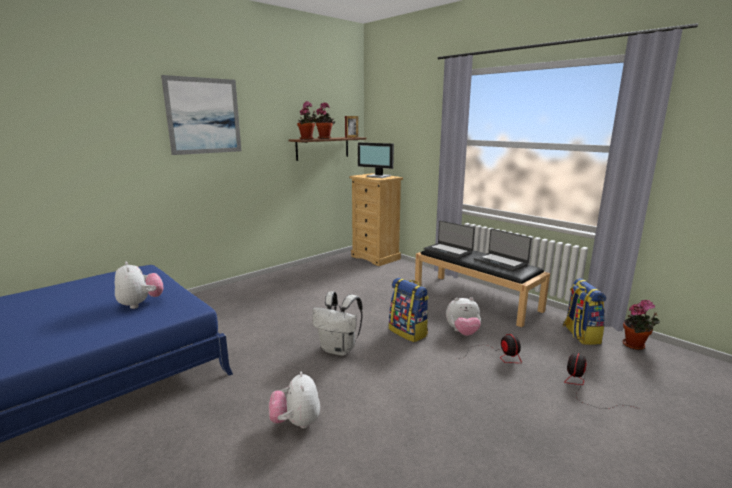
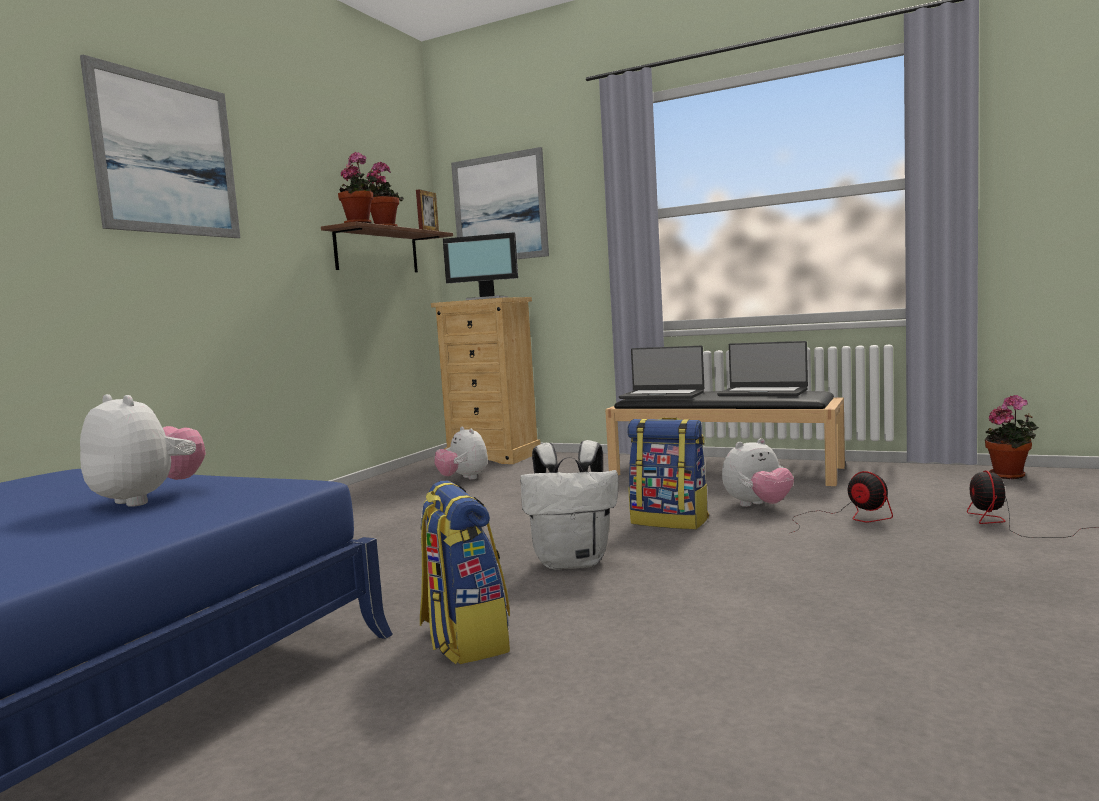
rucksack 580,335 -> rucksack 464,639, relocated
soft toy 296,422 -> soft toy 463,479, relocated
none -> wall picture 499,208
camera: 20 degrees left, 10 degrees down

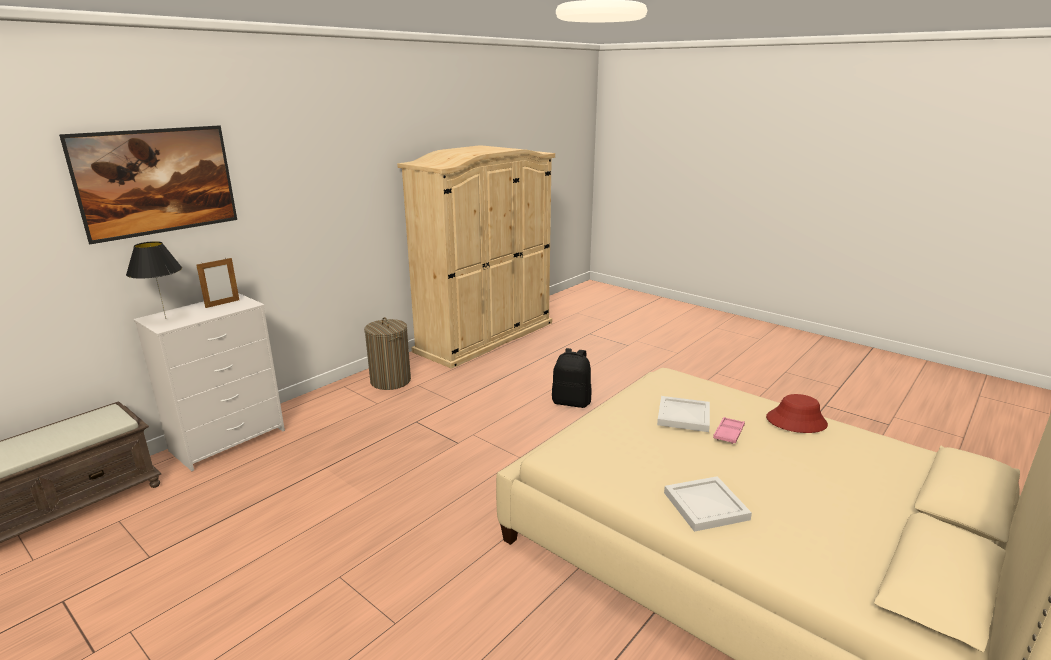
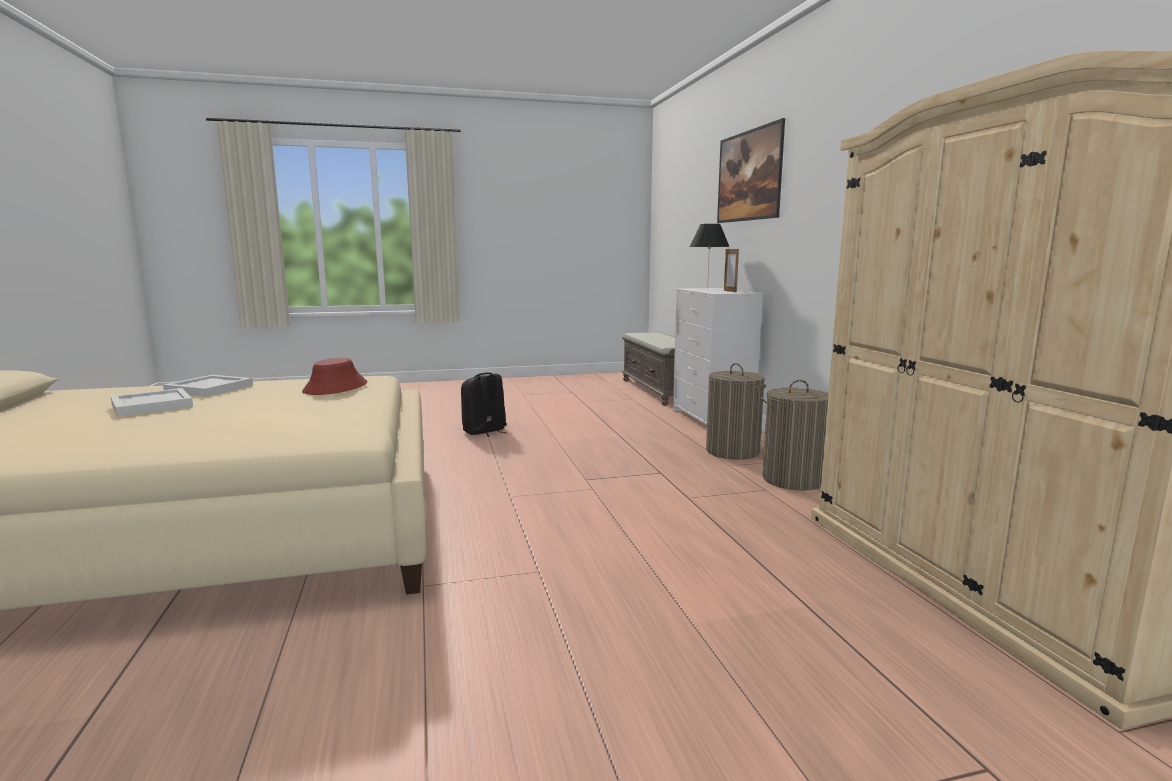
white carrying tray 684,416 -> white carrying tray 151,406, relocated
reddish hat 796,421 -> reddish hat 336,388, relocated
black-coloured rucksack 571,402 -> black-coloured rucksack 484,431, relocated
none -> laundry basket 732,451
pinkish carrying tray 728,433 -> none
camera: 125 degrees right, 10 degrees down

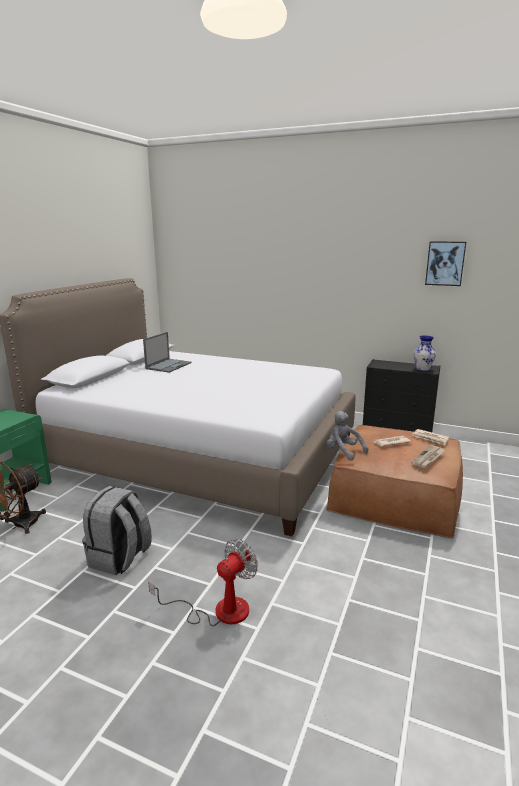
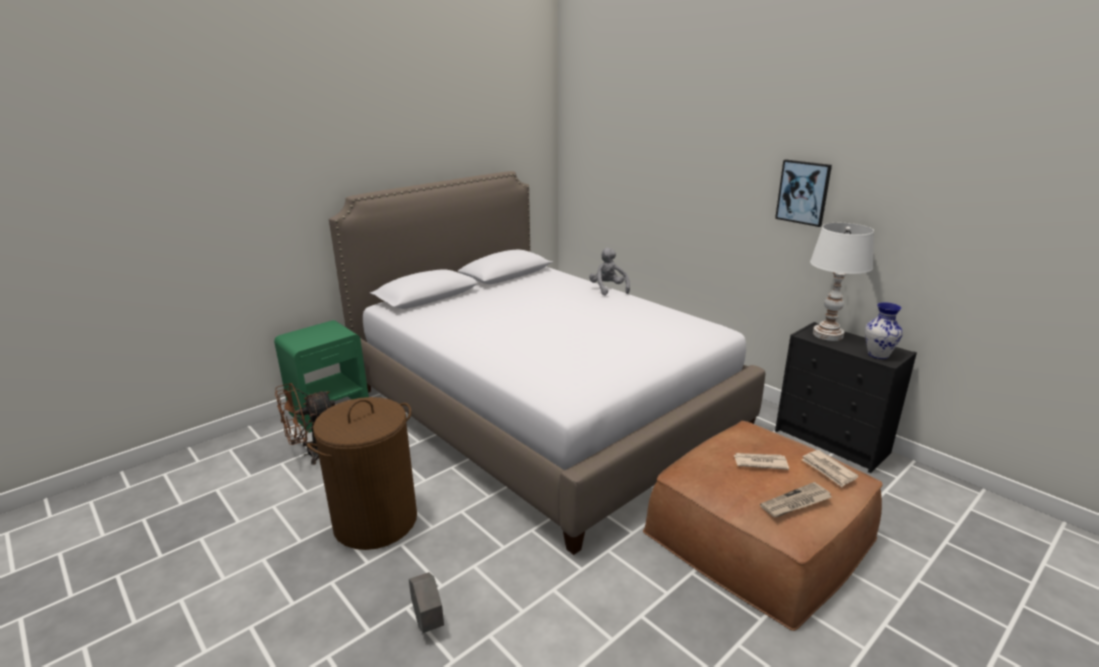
greyish rucksack 120,558 -> brown-coloured laundry basket 375,522
electric fan 219,610 -> greyish plant pot 428,622
greyish soft toy 343,451 -> greyish soft toy 608,289, relocated
wall picture 445,263 -> wall picture 803,192, relocated
none -> white tabletop lamp 827,335
notebook computer 169,365 -> none
camera: 25 degrees right, 5 degrees up

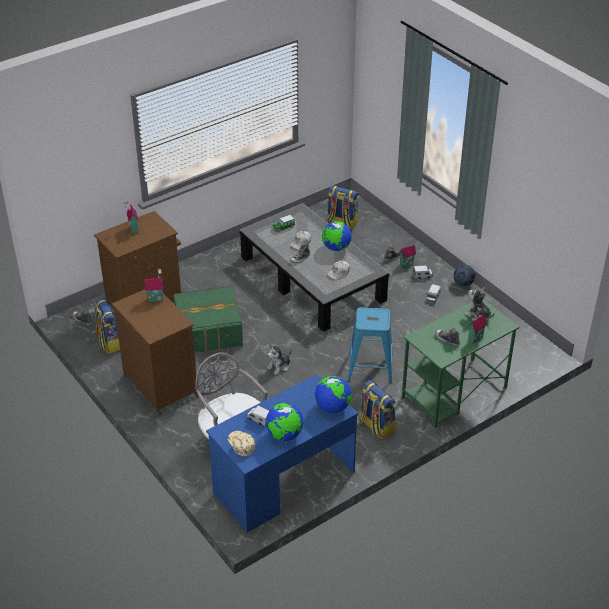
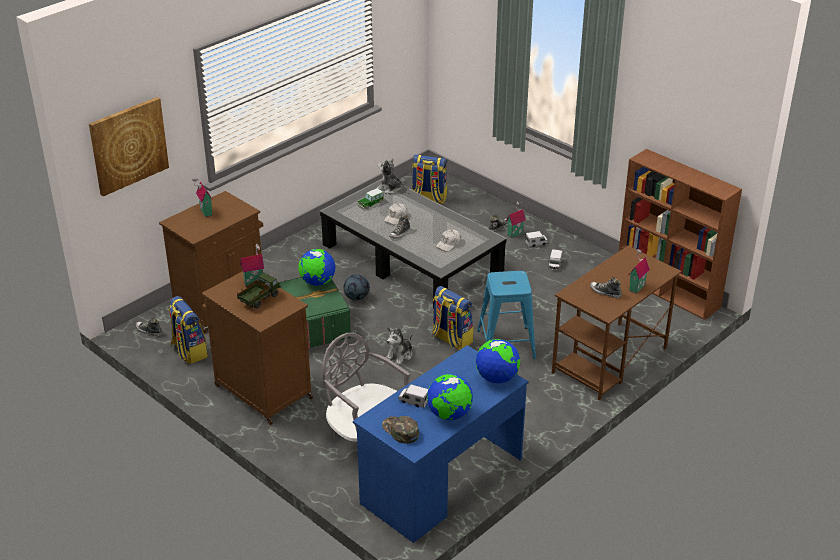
none -> wall picture 128,145
none -> toy lorry 259,299
globe 336,248 -> globe 317,282, relocated
ball for football 463,283 -> ball for football 357,297, relocated
soft toy 478,316 -> soft toy 390,188, relocated
beige-coloured cap 241,444 -> greenish cap 400,431
rucksack 376,426 -> rucksack 451,339, relocated
greenish desk 453,393 -> brown-coloured desk 609,361
none -> brown-coloured shelving unit 668,291
camera: 10 degrees left, 5 degrees down

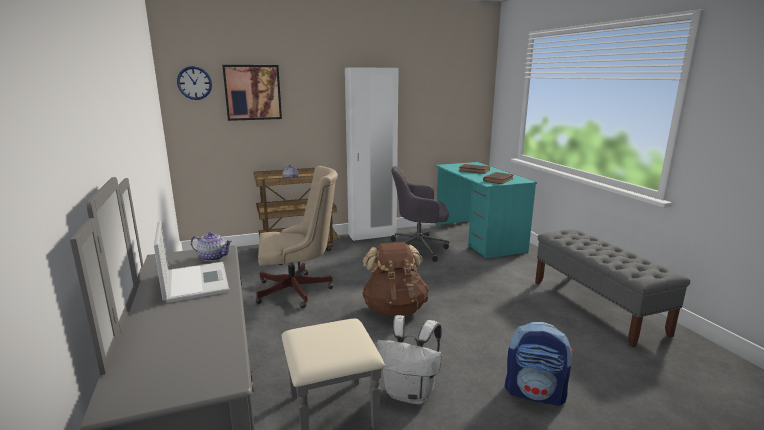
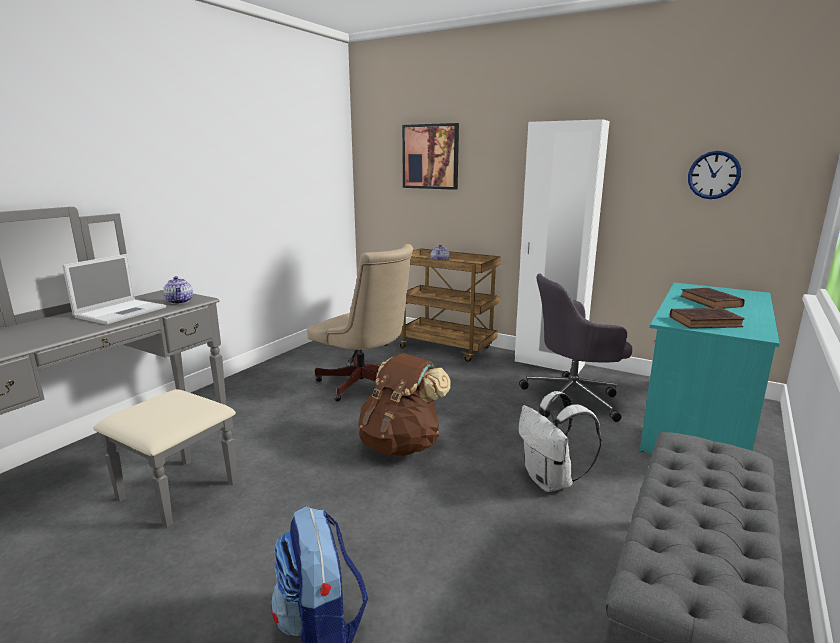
greyish computer chair 419,248 -> greyish computer chair 573,399, 60 degrees counterclockwise
white rucksack 410,393 -> white rucksack 551,481, relocated
hanging clock 194,83 -> hanging clock 714,175, relocated
camera: 50 degrees right, 0 degrees up

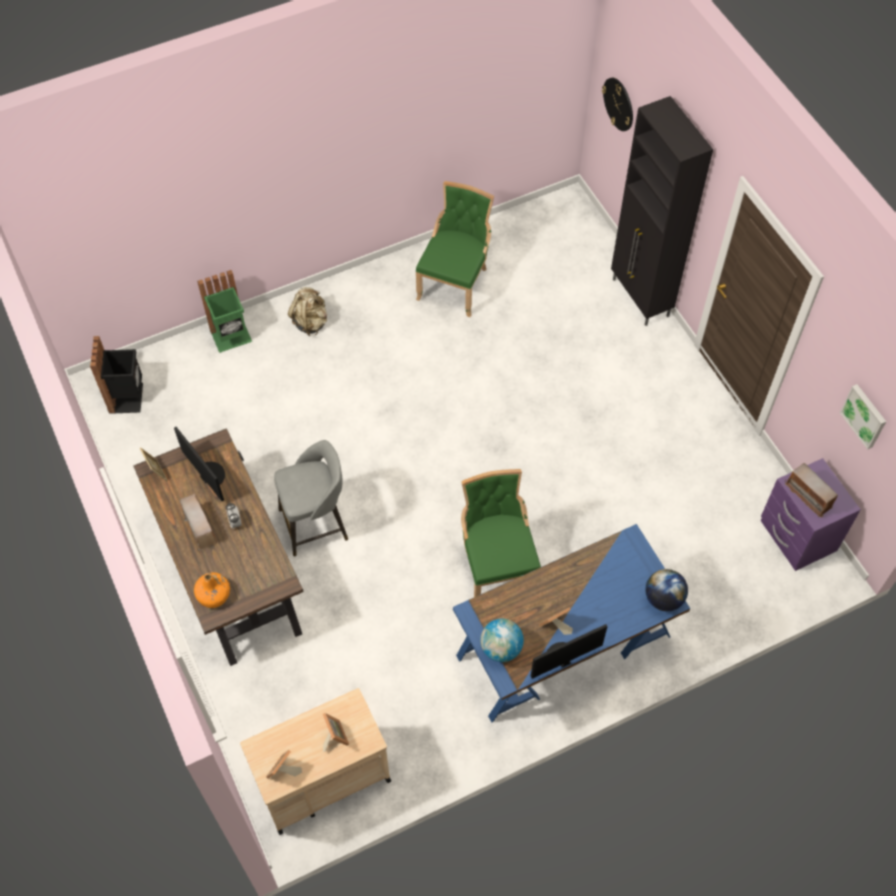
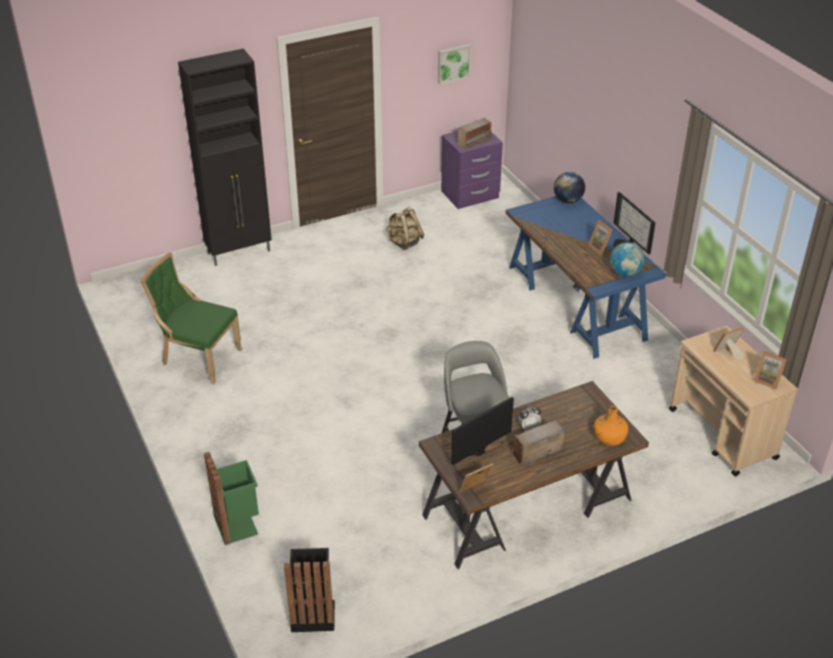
beige-coloured rucksack 310,322 -> beige-coloured rucksack 404,243, relocated
greenish chair 497,565 -> none
hanging clock 619,104 -> none
camera: 90 degrees left, 20 degrees down

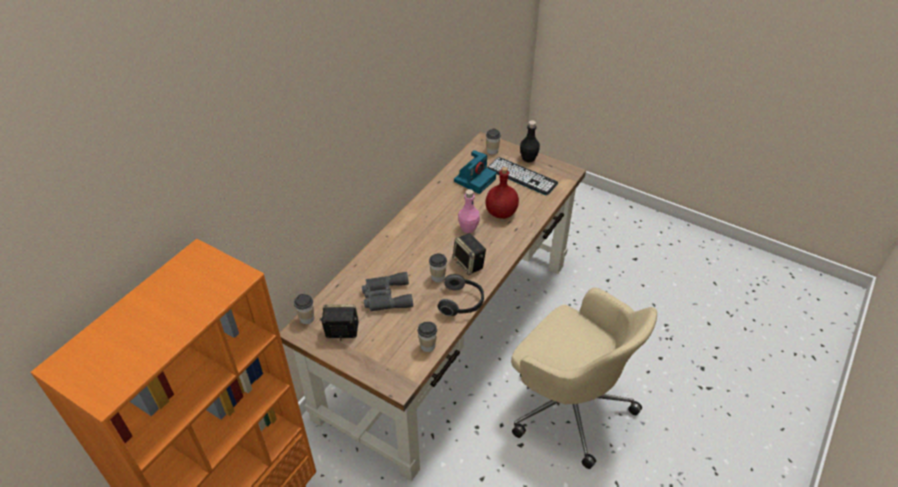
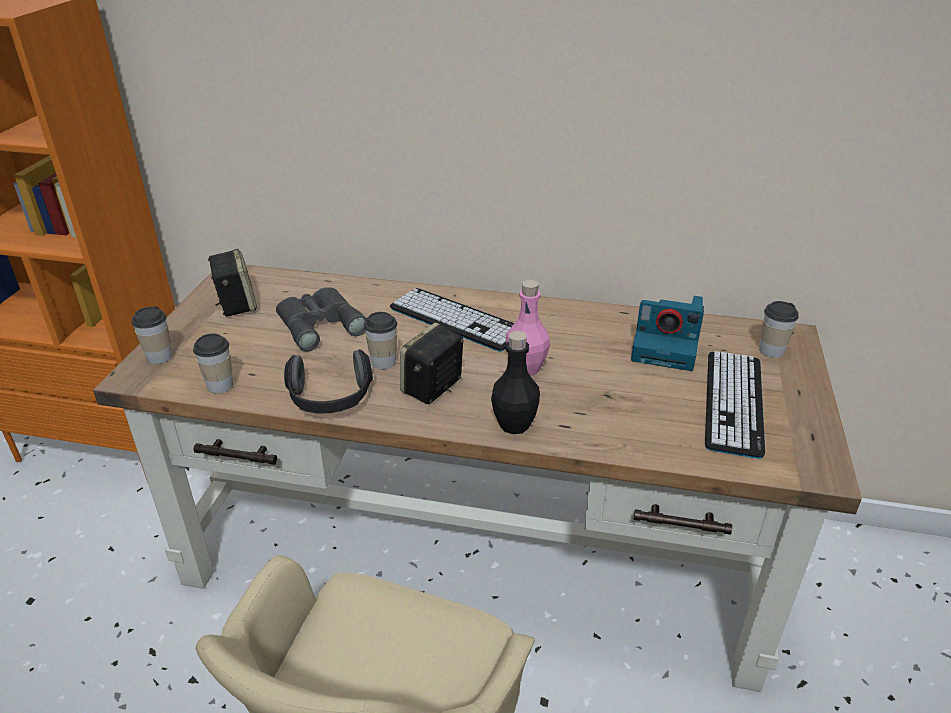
cup 307,318 -> cup 159,357, relocated
none -> computer keyboard 456,320
black-coloured beverage bottle 528,158 -> black-coloured beverage bottle 514,424, relocated
reddish beverage bottle 501,213 -> none
camera: 70 degrees right, 10 degrees down

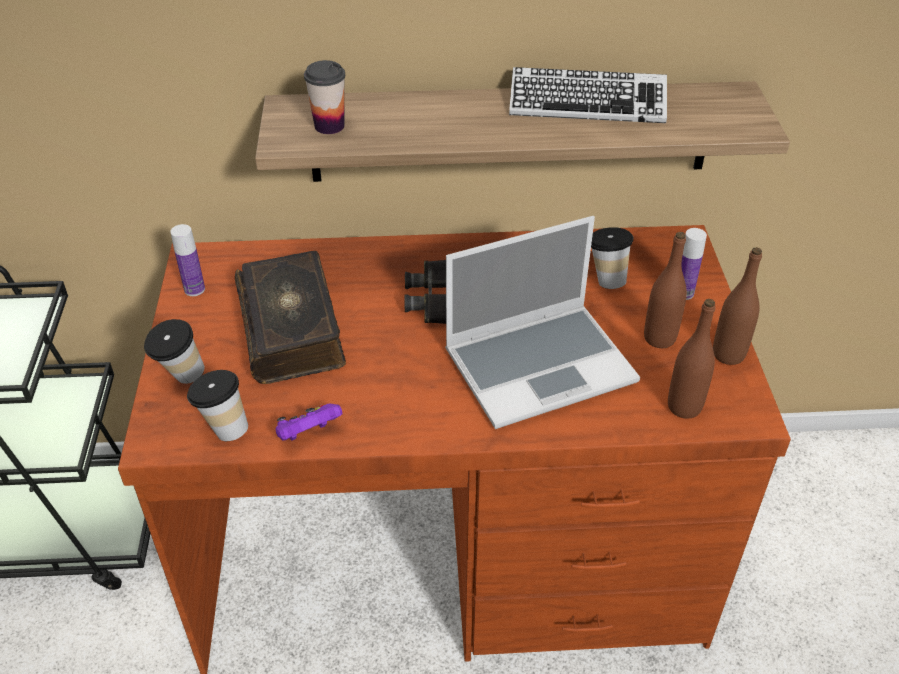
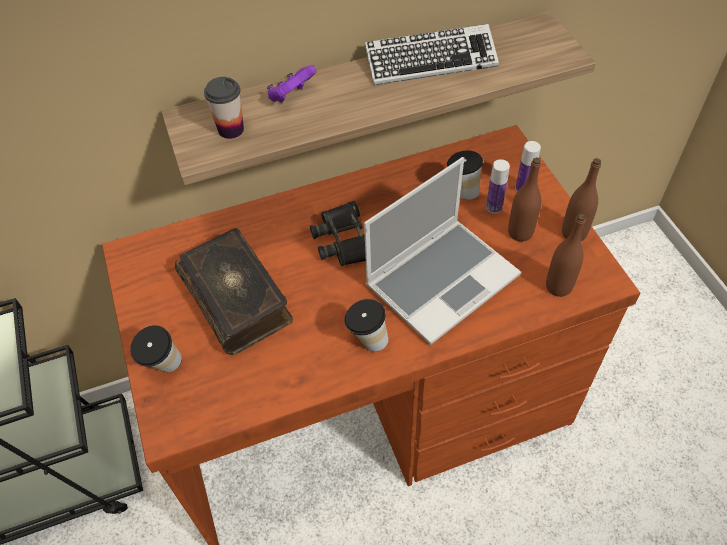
purple gamepad 308,434 -> purple gamepad 291,96, relocated
cup 223,428 -> cup 367,341, relocated
beverage bottle 194,289 -> beverage bottle 494,207, relocated
camera: 15 degrees left, 10 degrees up

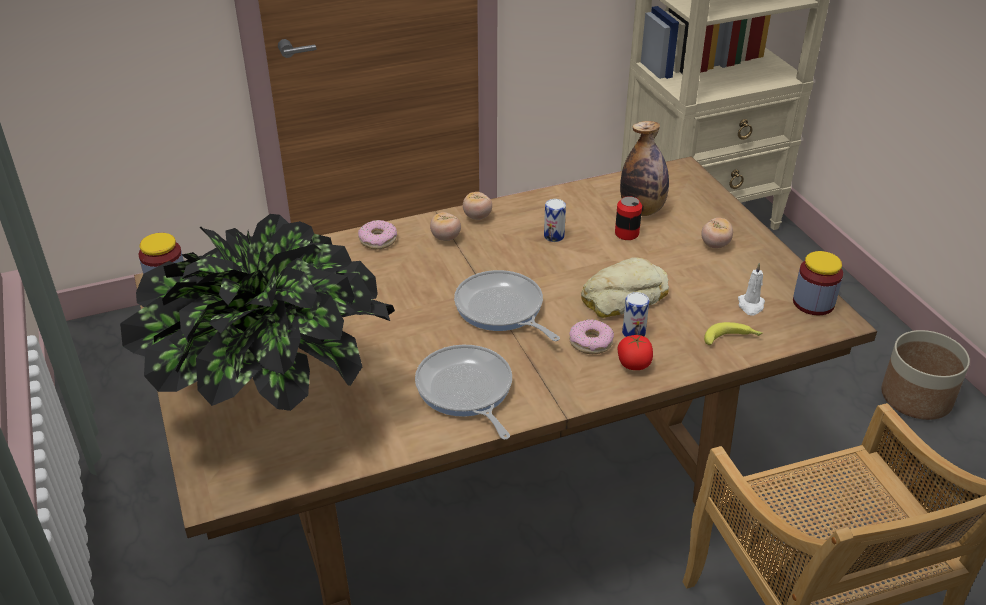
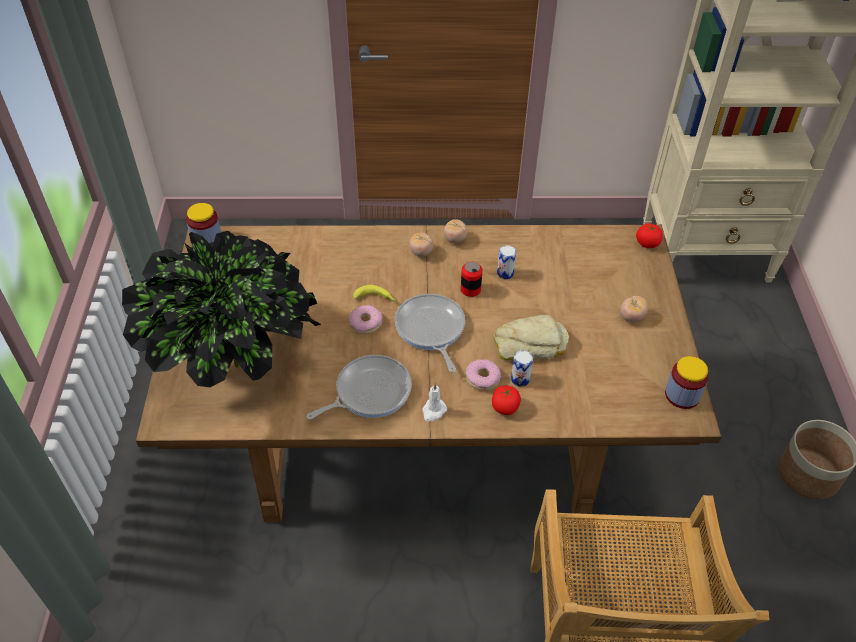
skillet 466,391 -> skillet 369,392, 60 degrees clockwise
donut 378,240 -> donut 366,323, relocated
whole banana 732,339 -> whole banana 376,299, relocated
white wax light 751,305 -> white wax light 433,411, relocated
metal can 626,233 -> metal can 470,289, relocated
none -> fresh tomato 647,243
beverage bottle 642,210 -> none
camera: 20 degrees right, 10 degrees up

